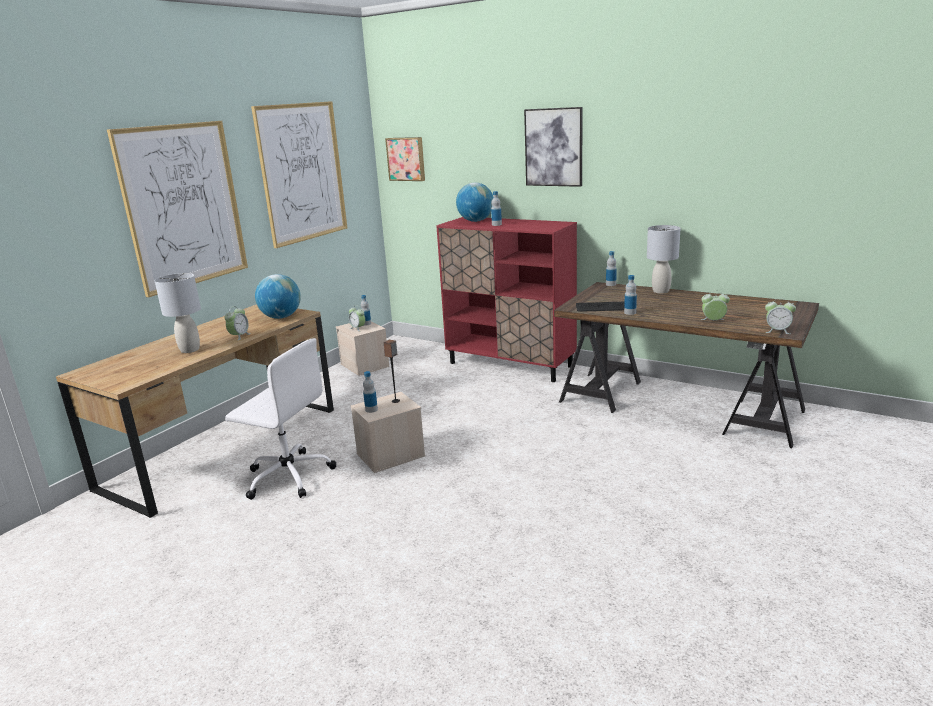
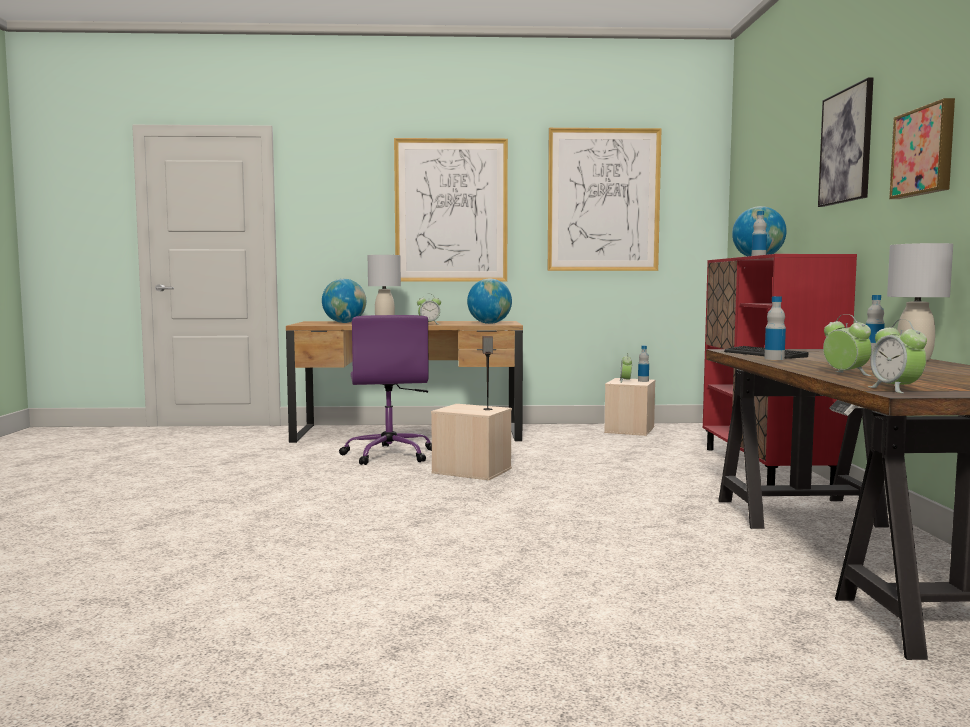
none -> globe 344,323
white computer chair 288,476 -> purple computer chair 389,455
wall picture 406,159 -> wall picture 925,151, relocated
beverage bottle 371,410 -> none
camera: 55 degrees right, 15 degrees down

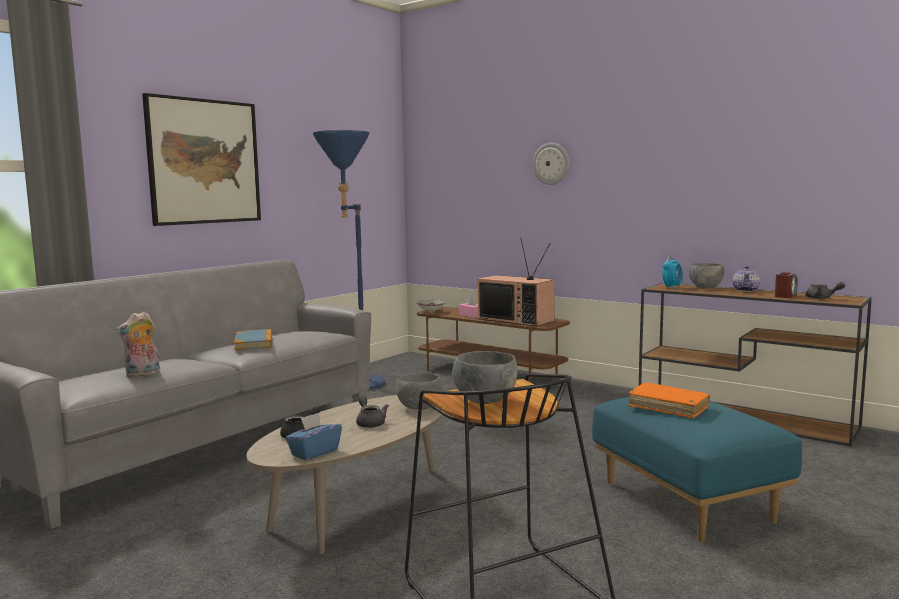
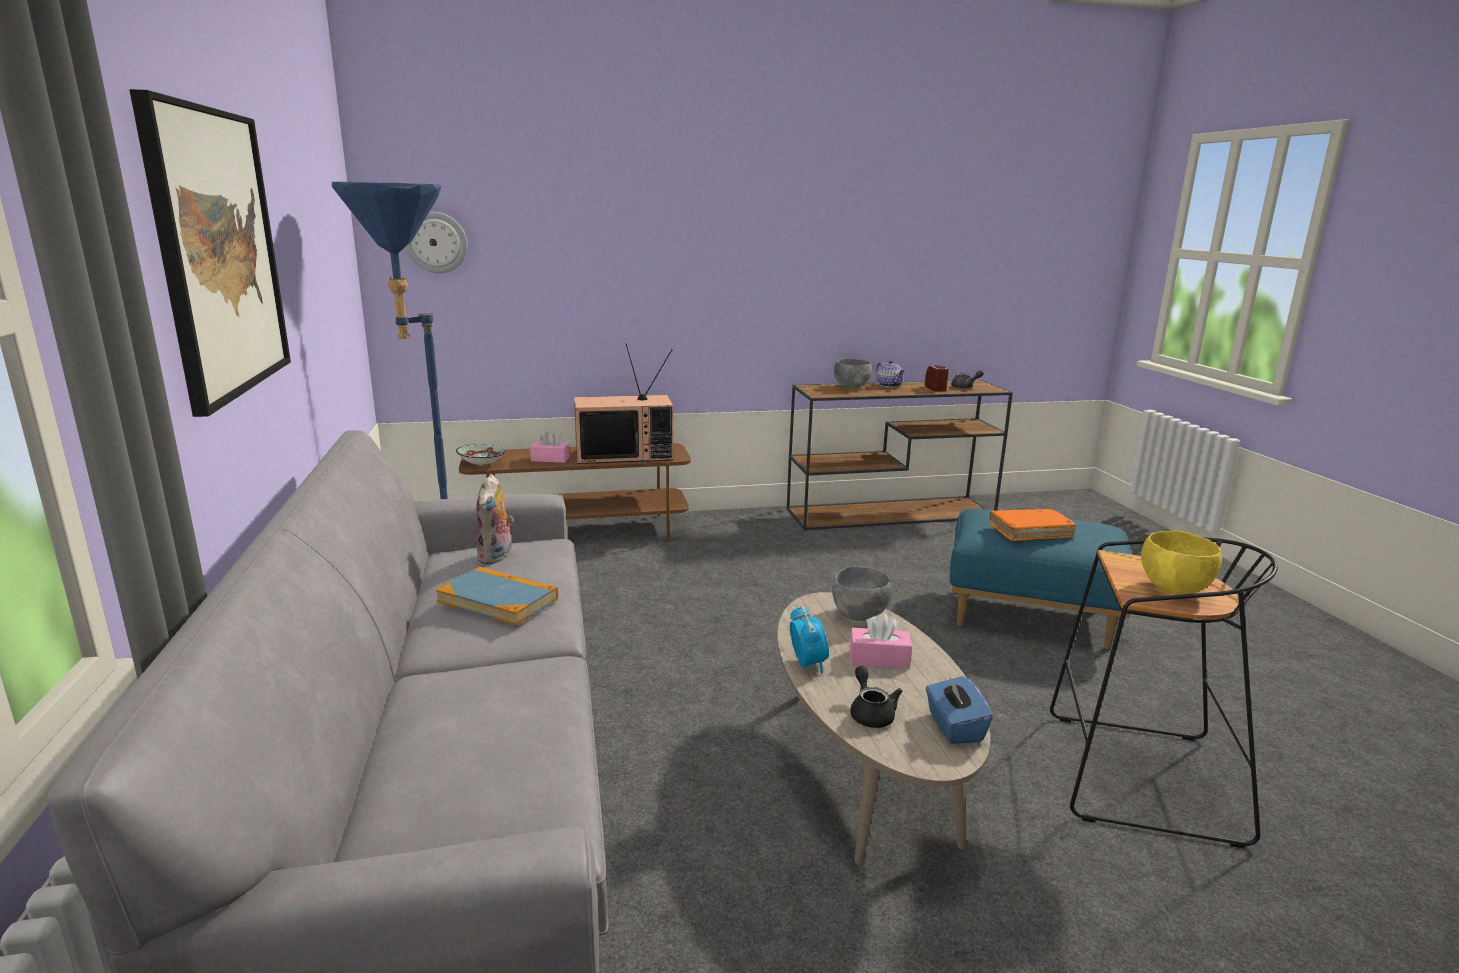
hanging clock 551,163 -> hanging clock 436,242, relocated
soft toy 142,374 -> soft toy 497,557, relocated
alarm clock 672,287 -> alarm clock 807,664, relocated
greyish teapot 370,423 -> pinkish tissue box 879,659
greyish deep dish 484,400 -> yellow deep dish 1173,589
camera: 50 degrees left, 10 degrees up

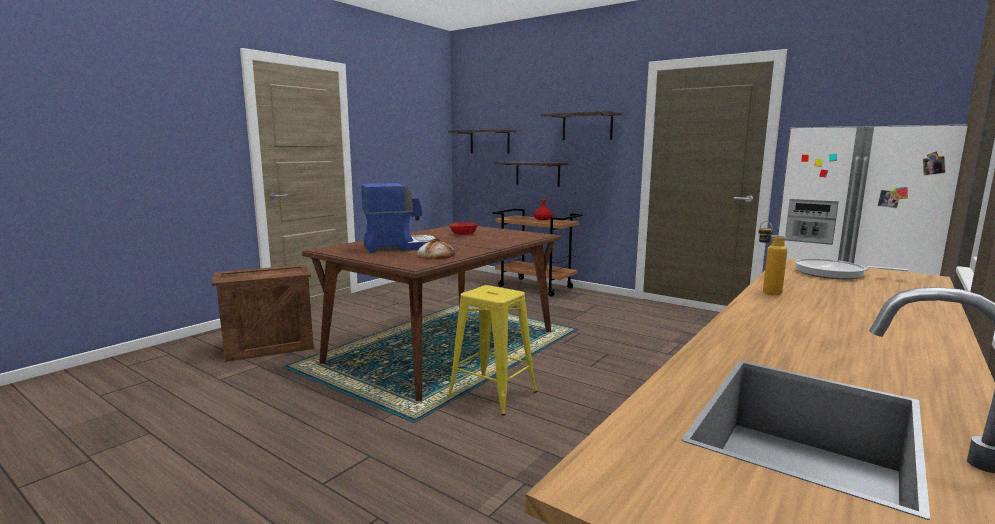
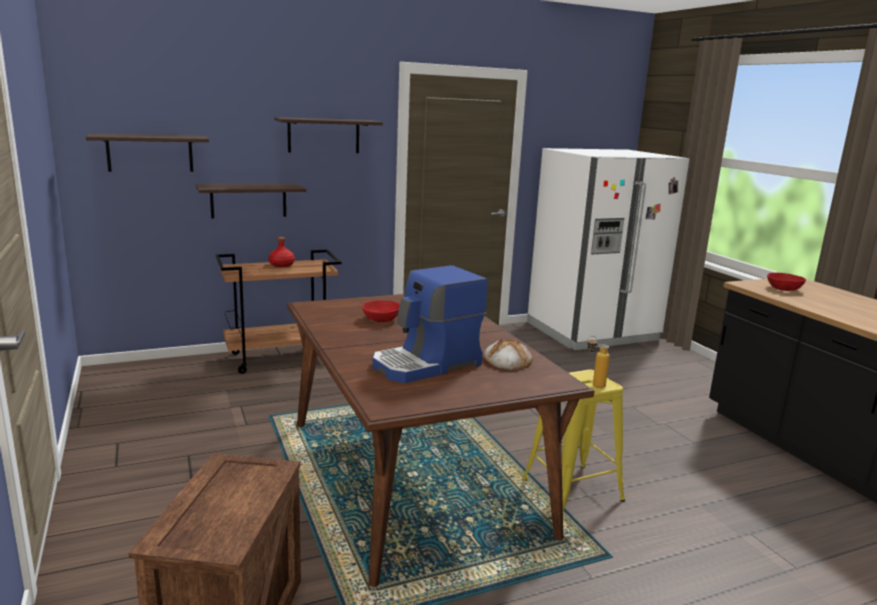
coffee brewer 400,247 -> coffee brewer 427,364, 135 degrees counterclockwise
beverage bottle 766,291 -> beverage bottle 593,385, relocated
skillet 834,273 -> reddish deep dish 784,289
camera: 60 degrees left, 5 degrees up

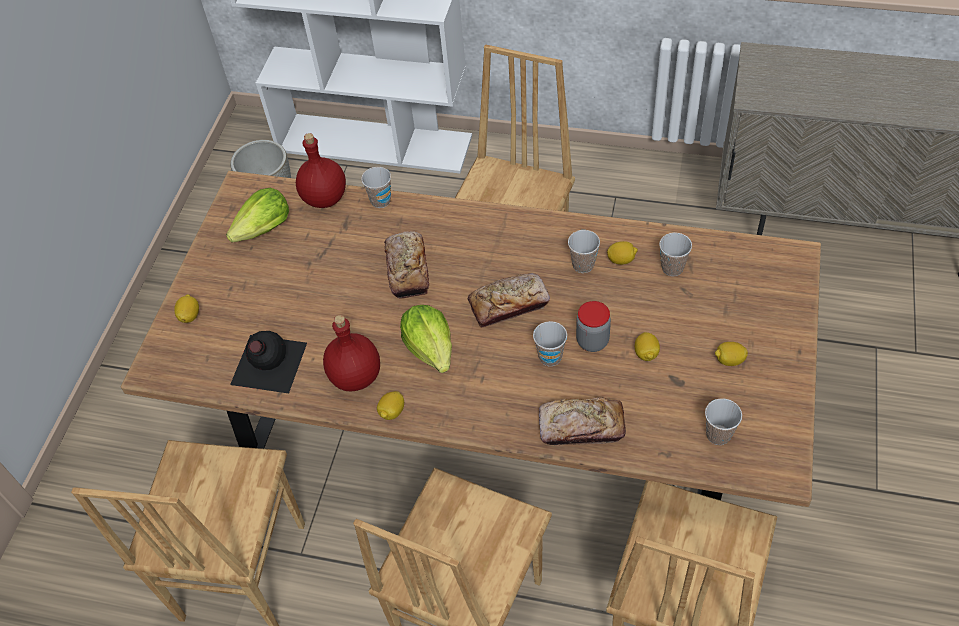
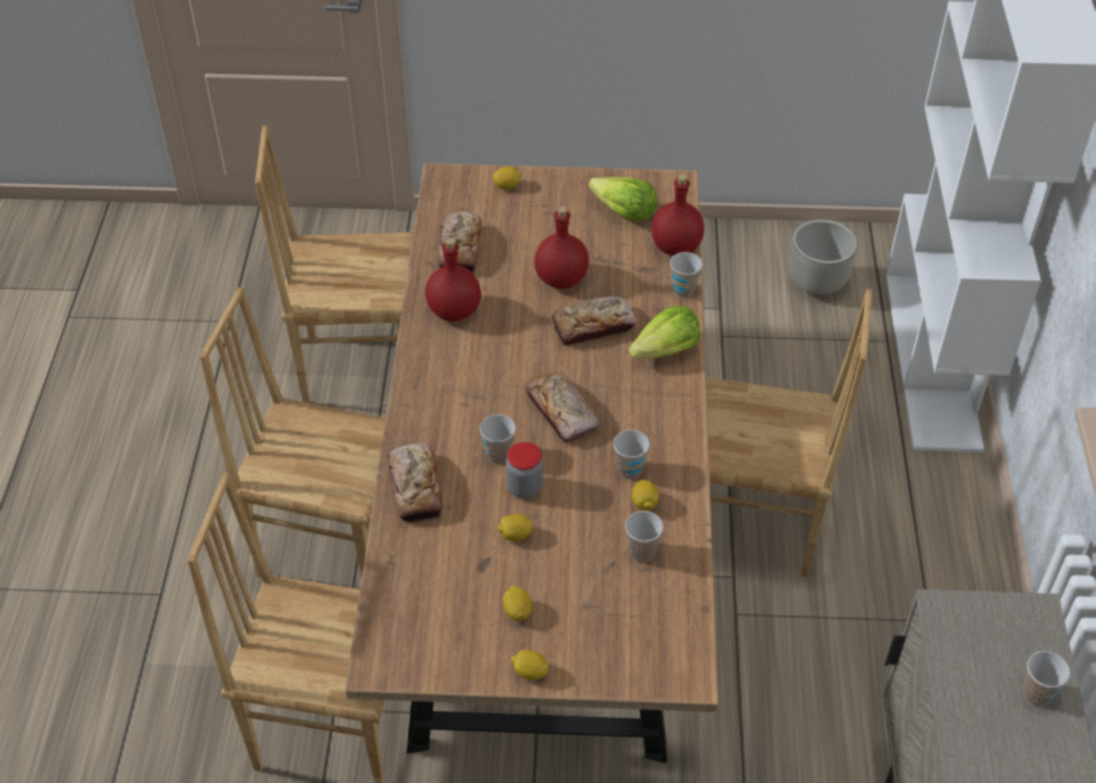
black-coloured beverage bottle 267,364 -> bakery bread 460,248
lemon 392,412 -> lemon 530,672, relocated
none -> reddish beverage bottle 562,279
head of lettuce 431,349 -> head of lettuce 666,351, relocated
cup 718,435 -> cup 1036,694, relocated
camera: 75 degrees right, 5 degrees down

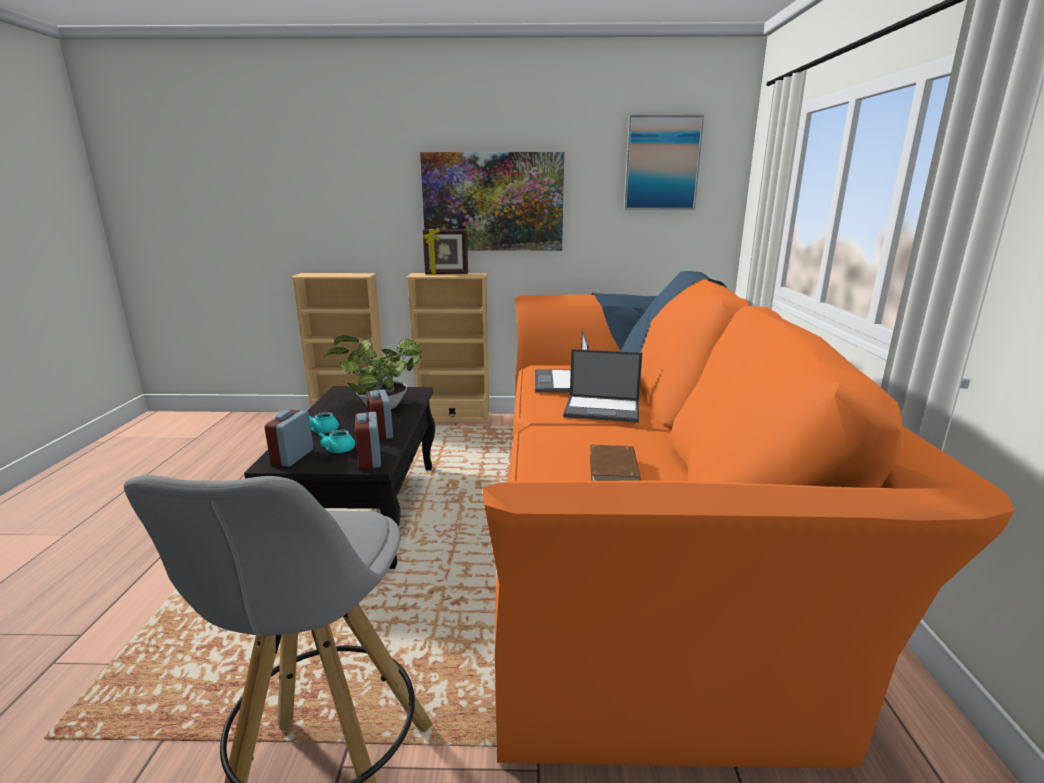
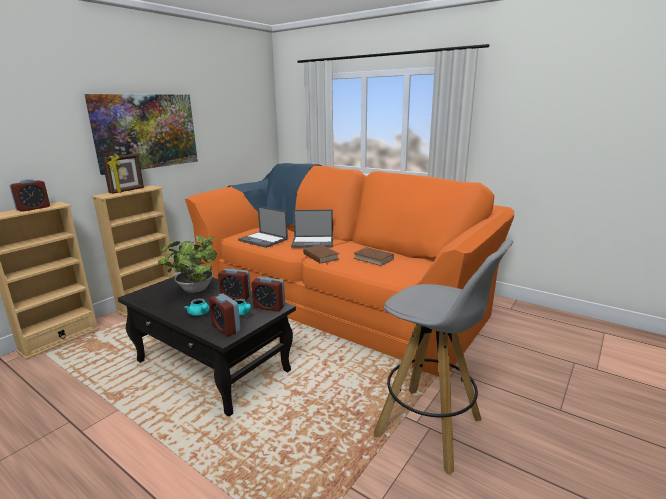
none -> alarm clock 33,208
notebook computer 603,409 -> notebook computer 313,242, 45 degrees clockwise
none -> brown-coloured volume 320,256
wall picture 661,163 -> none
camera: 55 degrees left, 0 degrees up

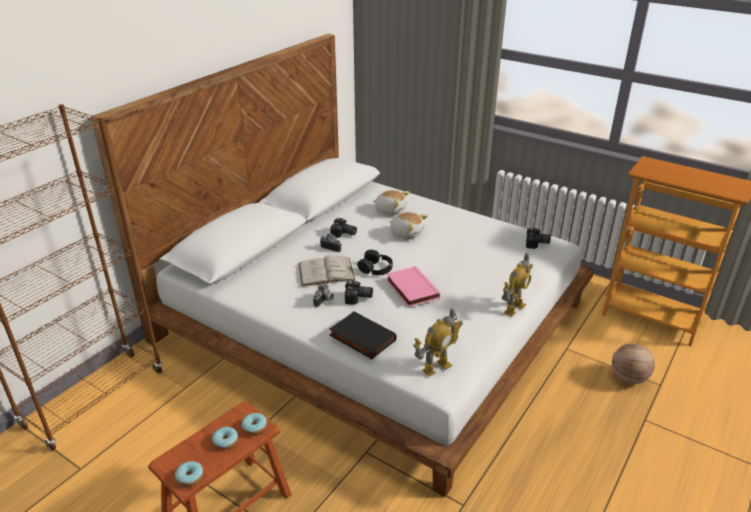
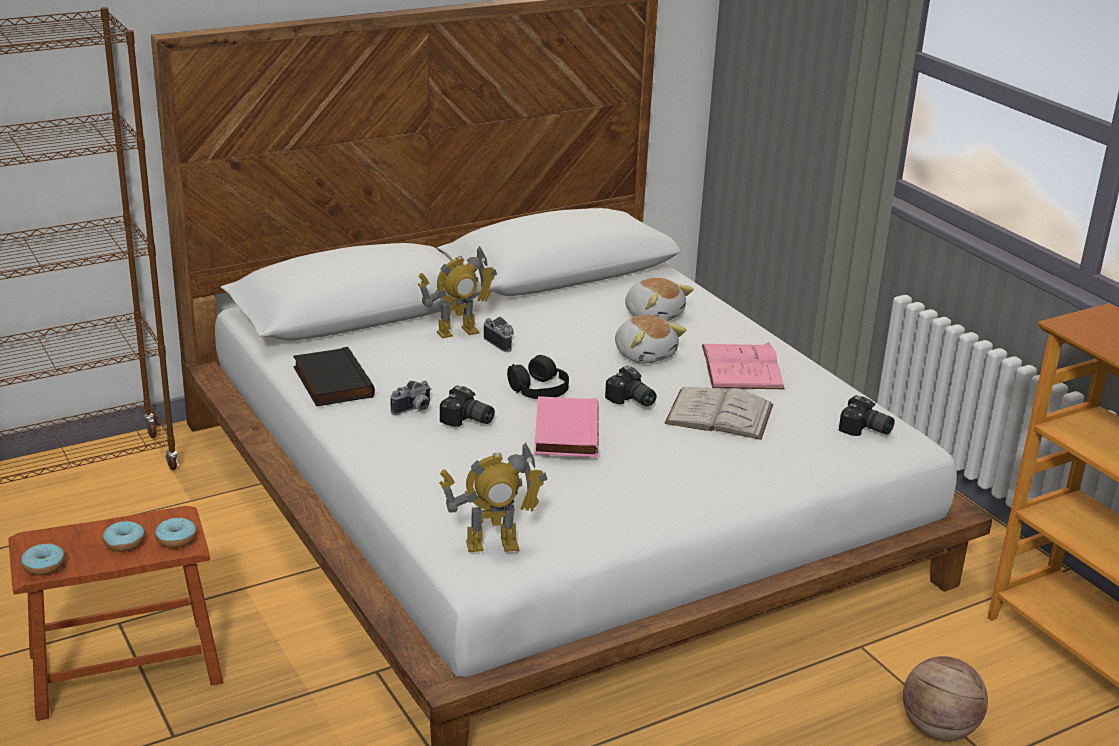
black-coloured volume 361,338 -> black-coloured volume 330,382, relocated
robot figure 514,308 -> robot figure 457,332, relocated
still camera 343,234 -> still camera 631,400, relocated
white volume 326,272 -> white volume 719,414, relocated
none -> pinkish volume 742,367
camera: 25 degrees right, 5 degrees down

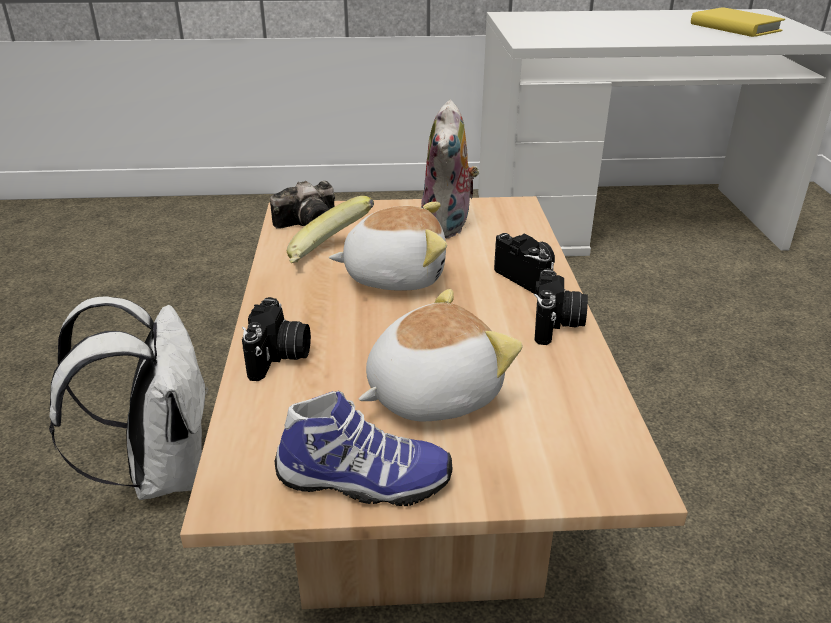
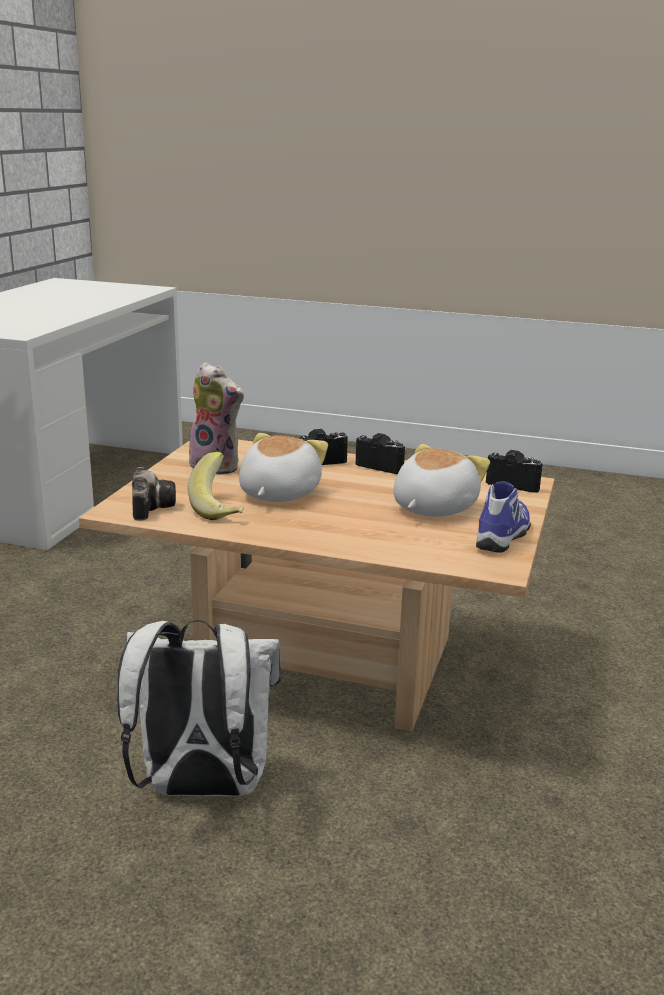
soft toy 431,393 -> soft toy 432,508, 45 degrees clockwise
still camera 279,357 -> still camera 515,484, relocated
yellow volume 735,28 -> none
camera: 70 degrees left, 10 degrees down

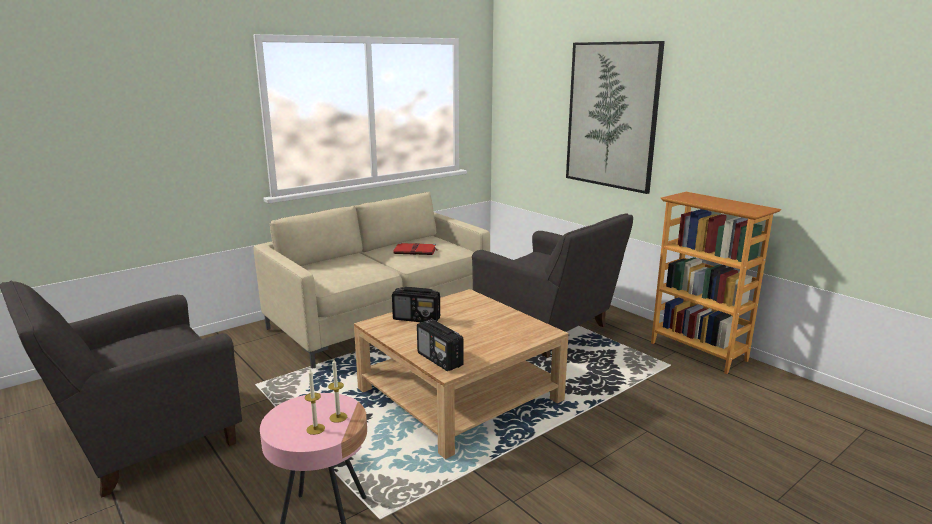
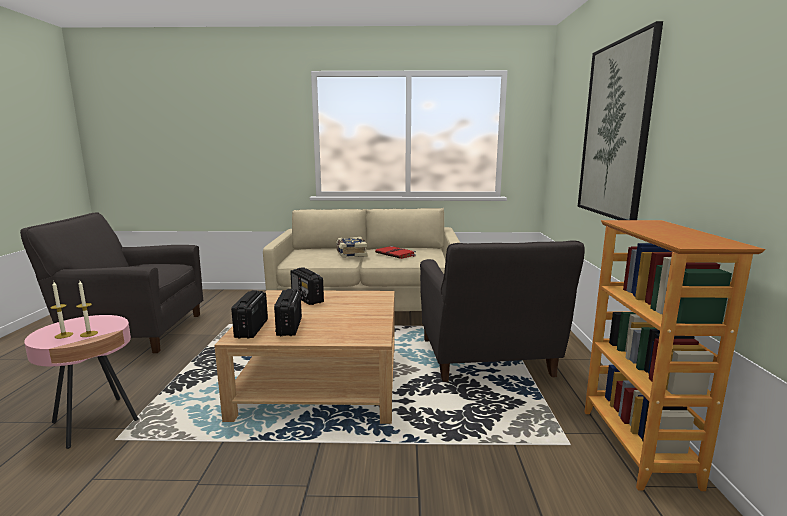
none -> radio set 289,327
none -> volume 350,254
camera: 40 degrees right, 5 degrees down

